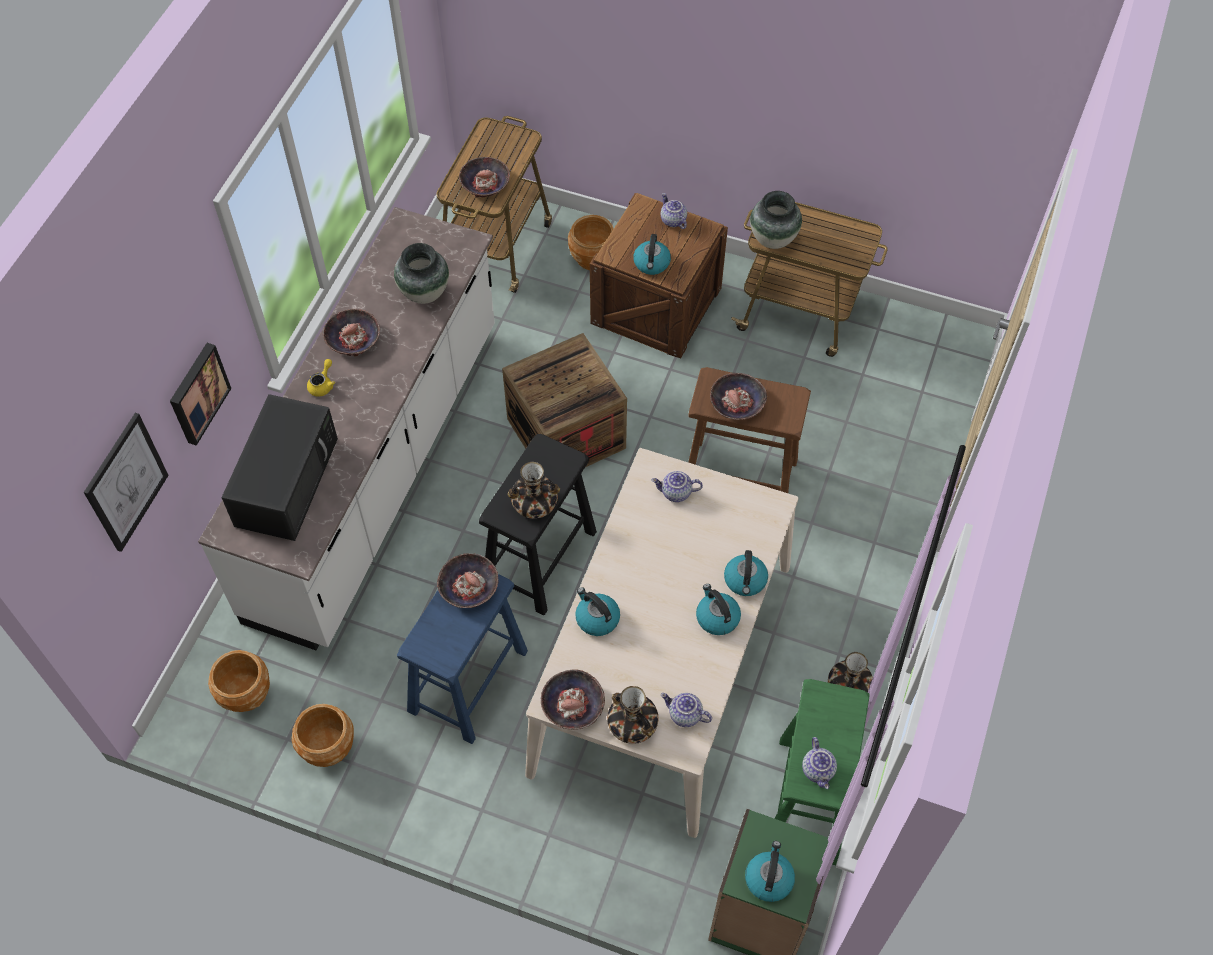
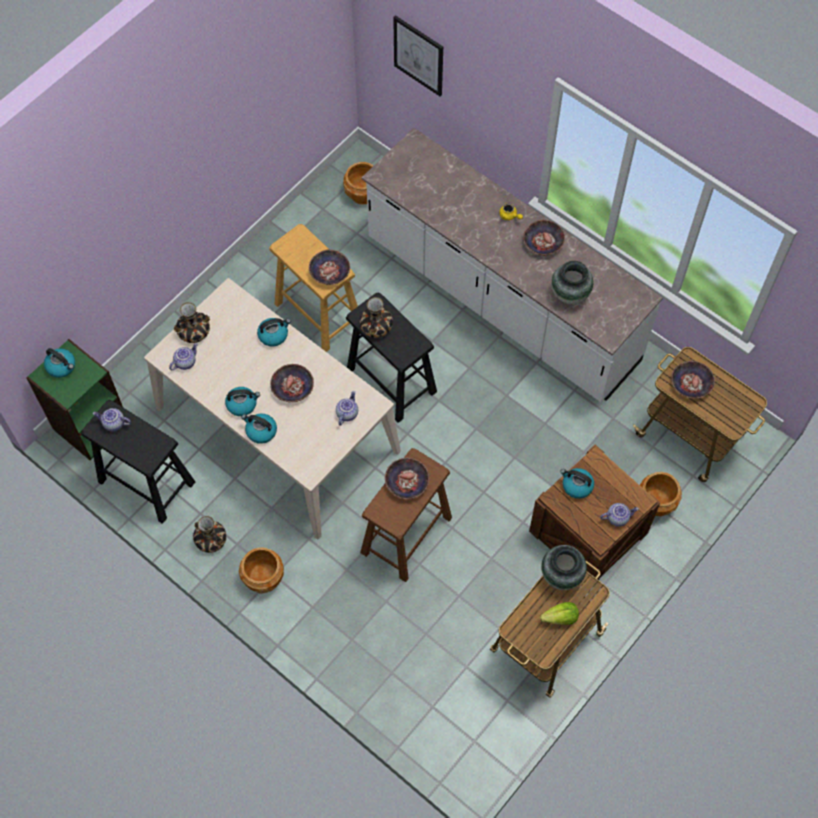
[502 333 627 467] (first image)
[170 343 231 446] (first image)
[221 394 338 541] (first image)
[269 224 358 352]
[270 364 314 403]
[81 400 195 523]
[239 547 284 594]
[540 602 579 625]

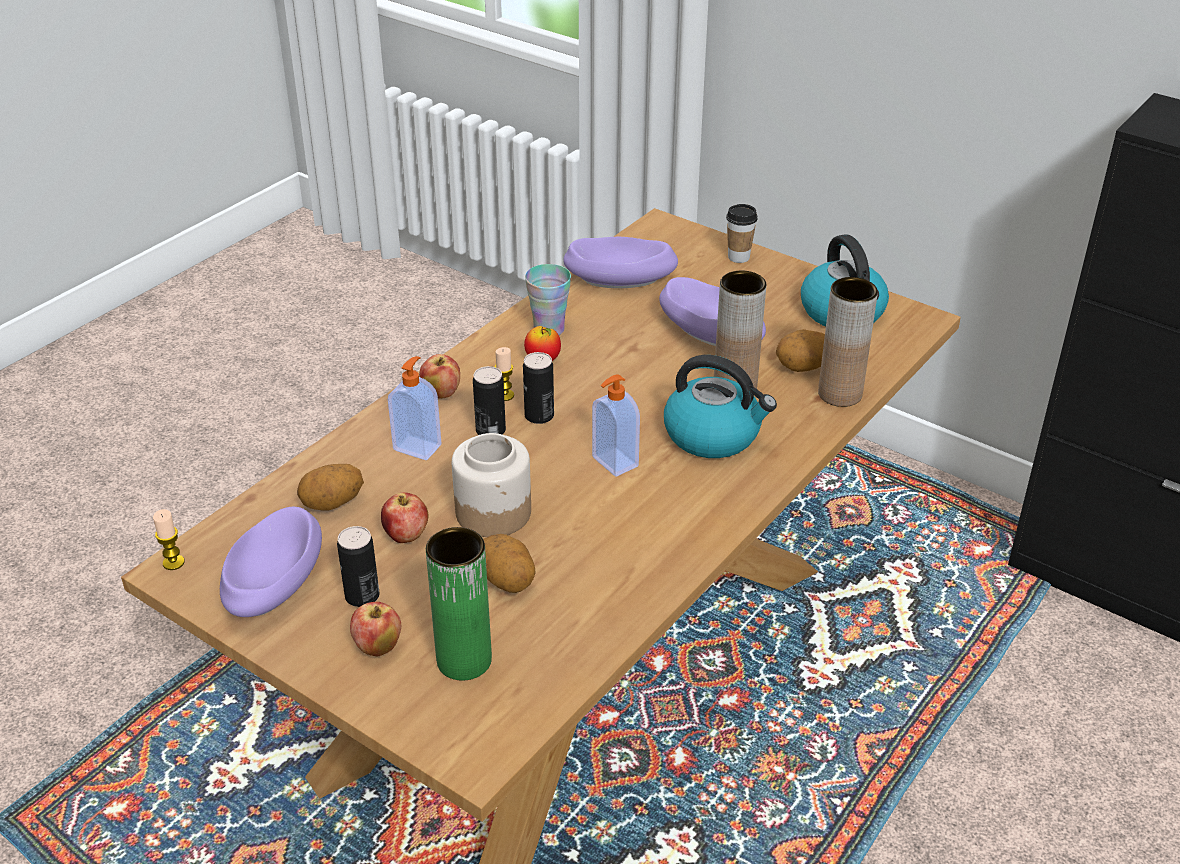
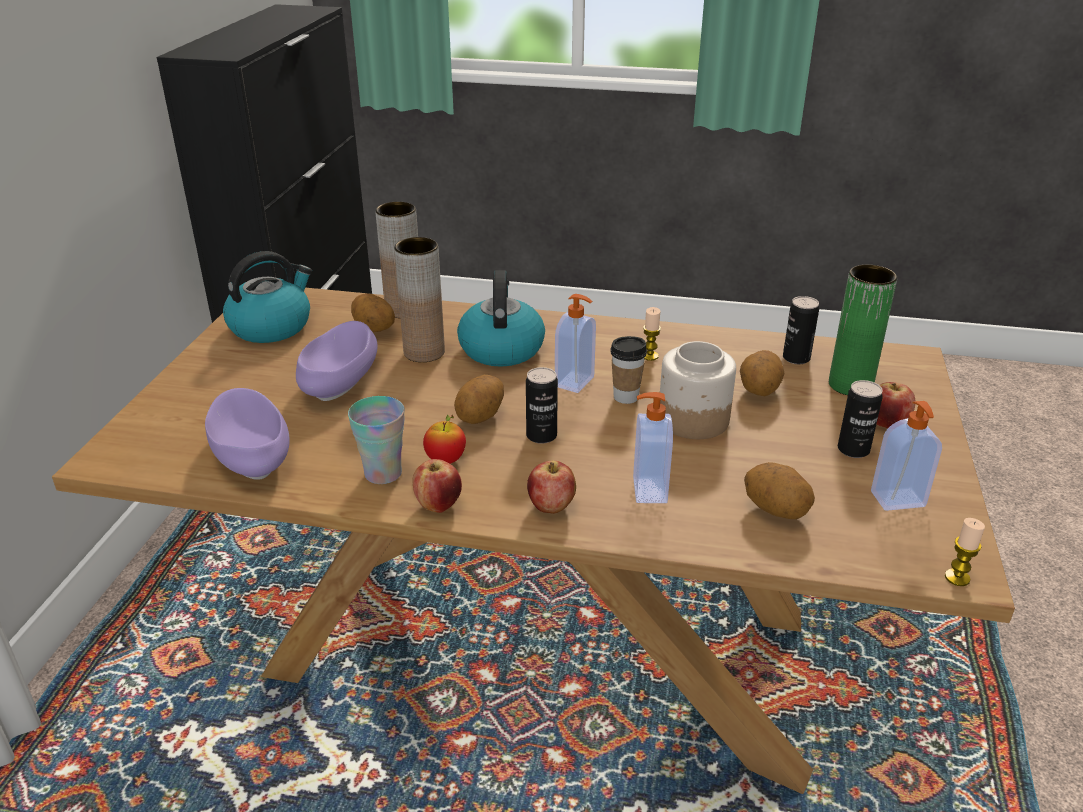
[611 336 647 404]
[643 307 661 361]
[783 296 819 364]
[413 459 462 513]
[871 401 942 511]
[454 375 504 424]

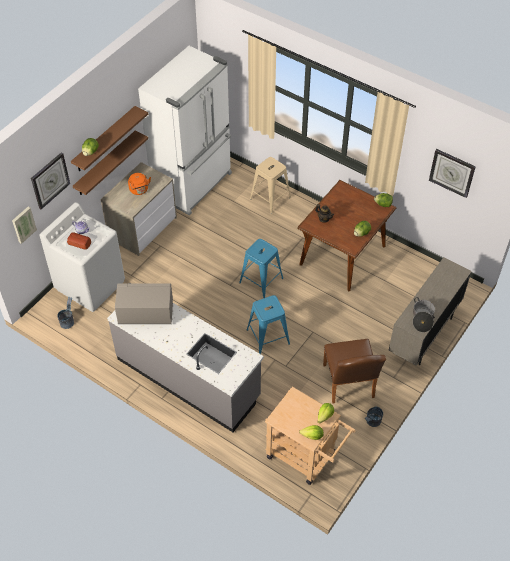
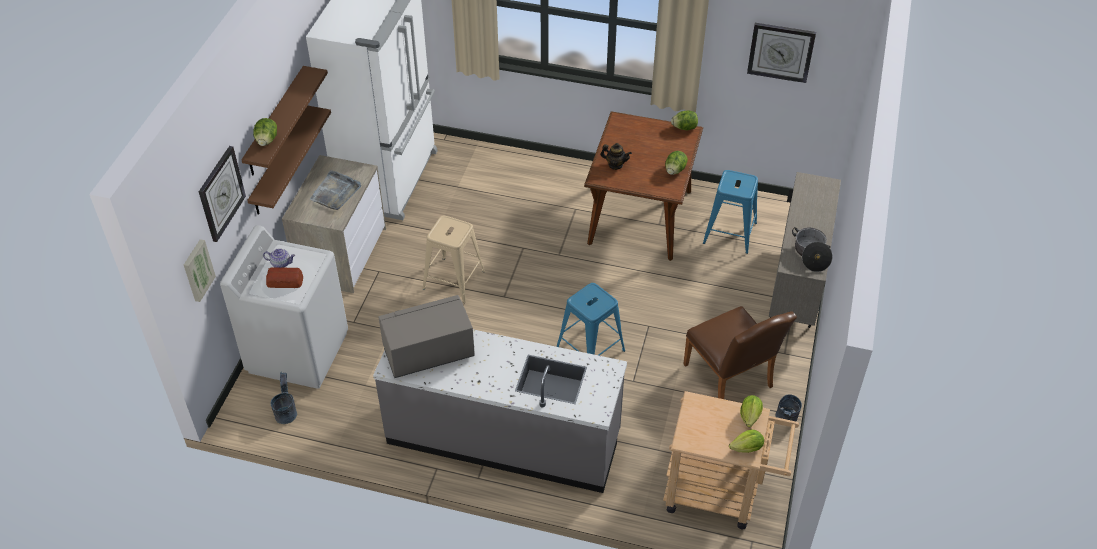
[423 215 485 303]
[309 170 361 210]
[703 170 758 254]

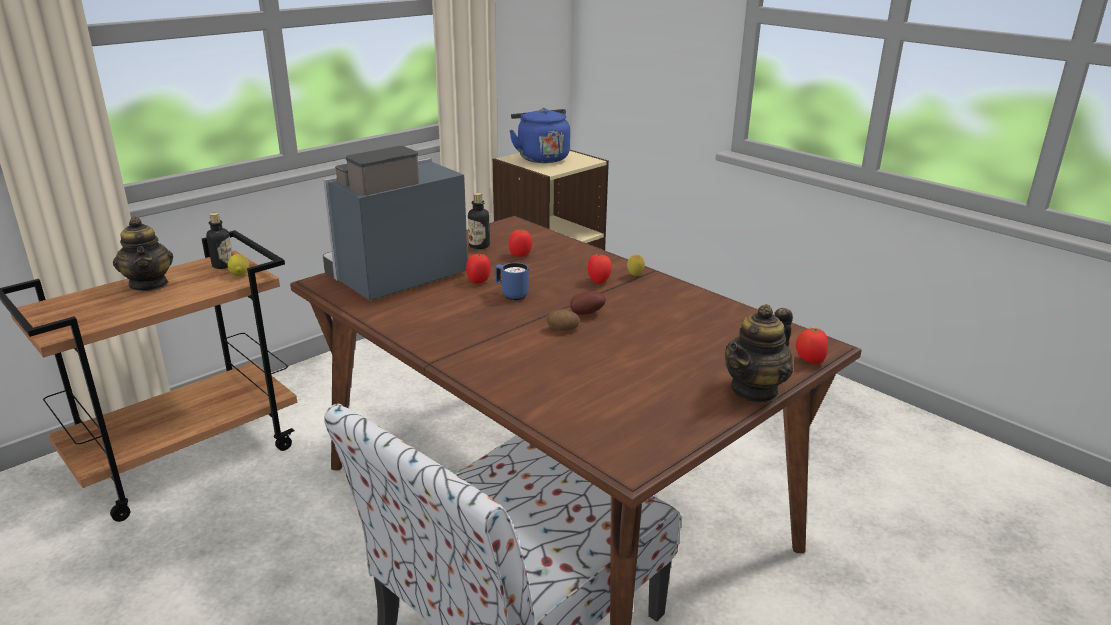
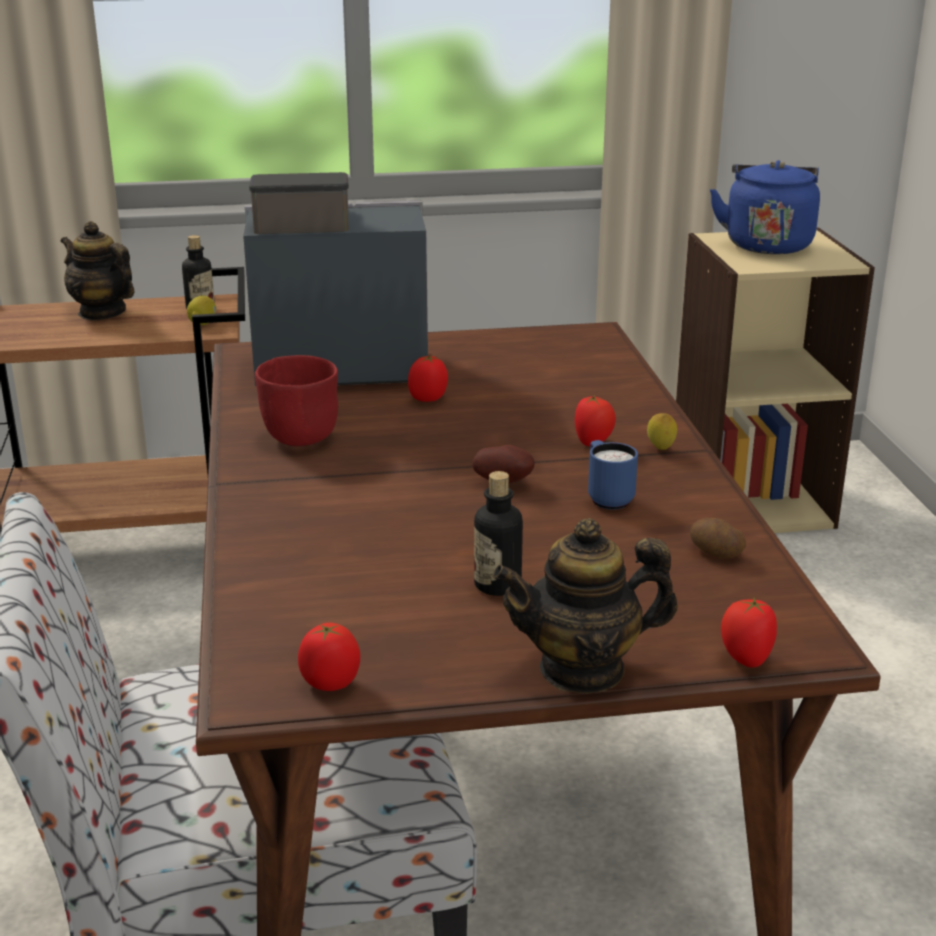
[474 471 523 596]
[61 221 134 320]
[298 623 360 691]
[588 440 638 510]
[690 518 746 558]
[255 355 338 446]

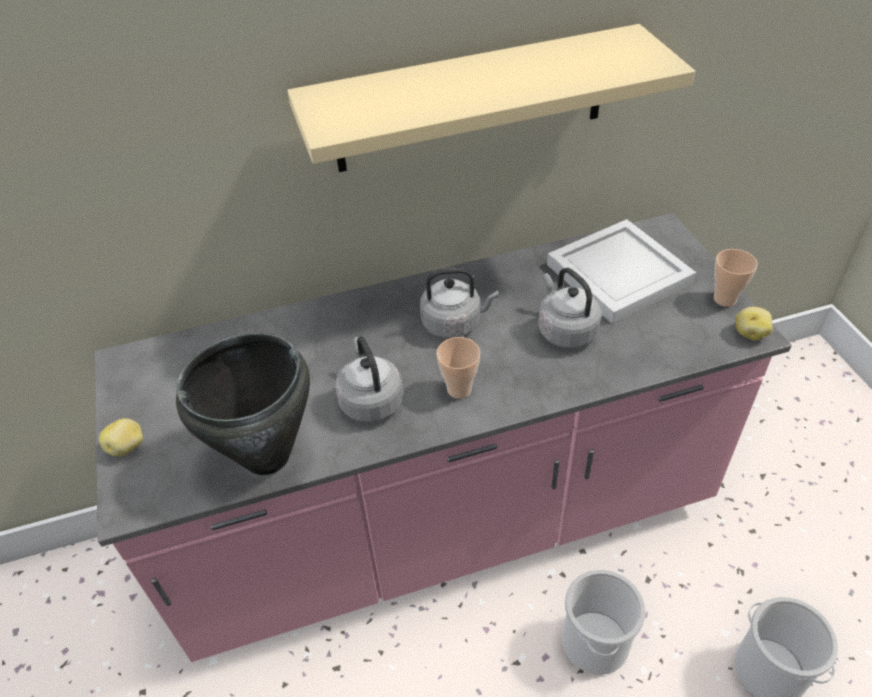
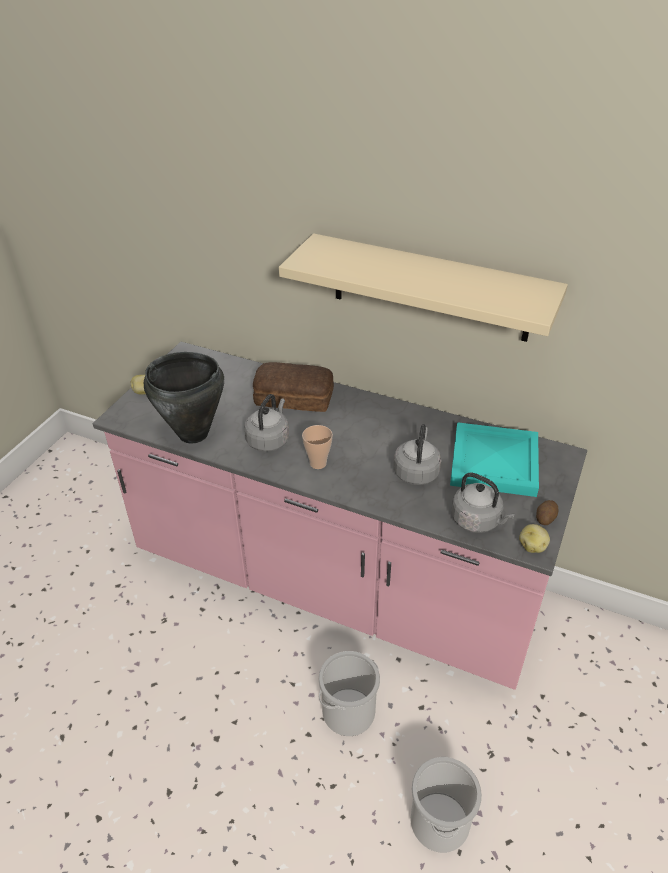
[450 422 539 497]
[536 500 559 525]
[451 472 515 533]
[253 362 334 412]

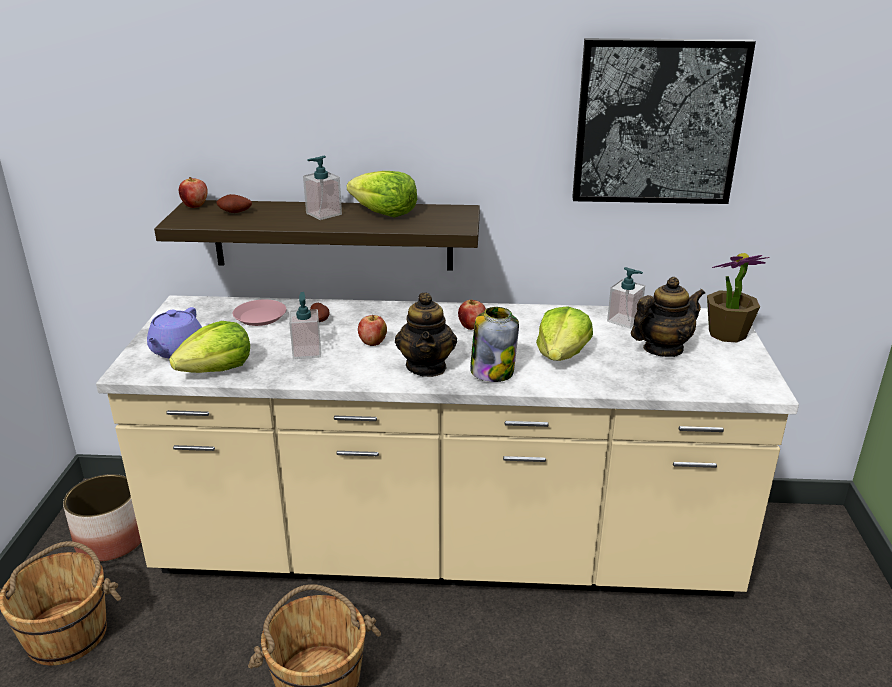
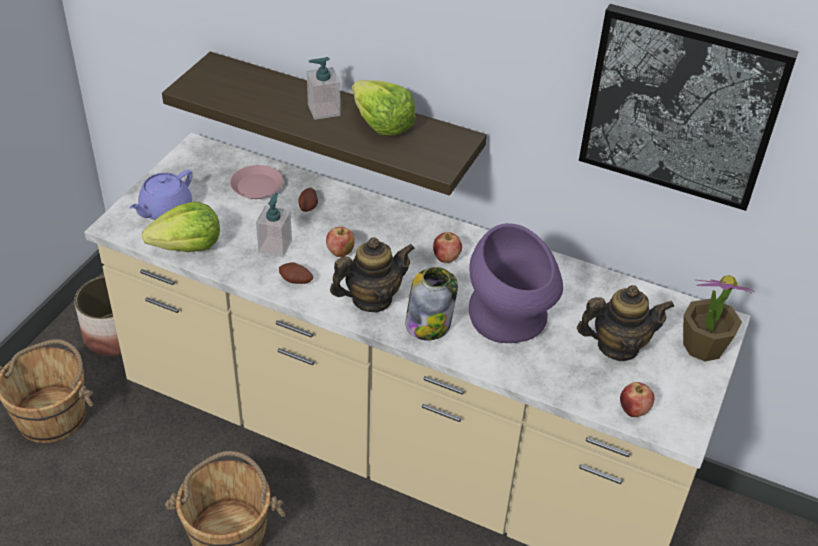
[620 382 654 417]
[279 262 313 284]
[607 267 645 328] (first image)
[330 237 415 312]
[469 223 563 343]

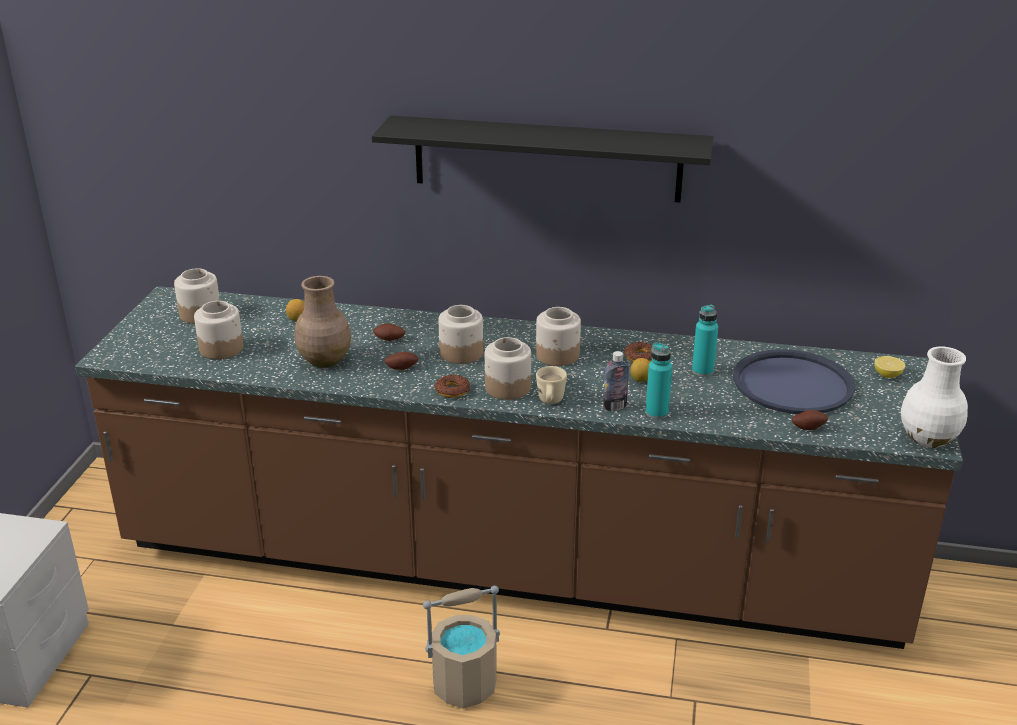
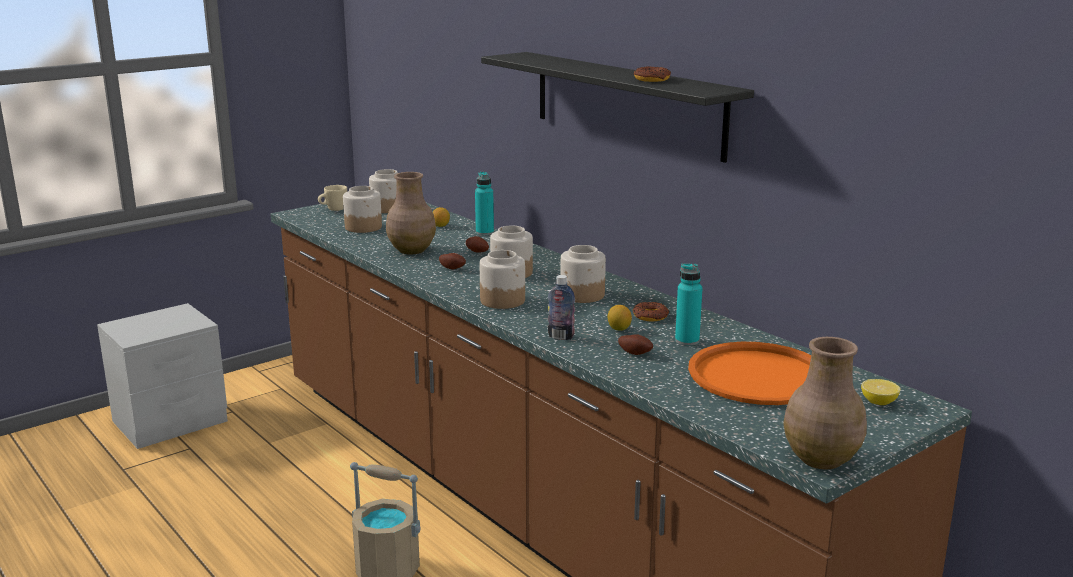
[475 172 494 235]
[784 337 867 469]
[688 342 811 405]
[318 185 347 211]
[634 66 671 82]
[618 334 653 355]

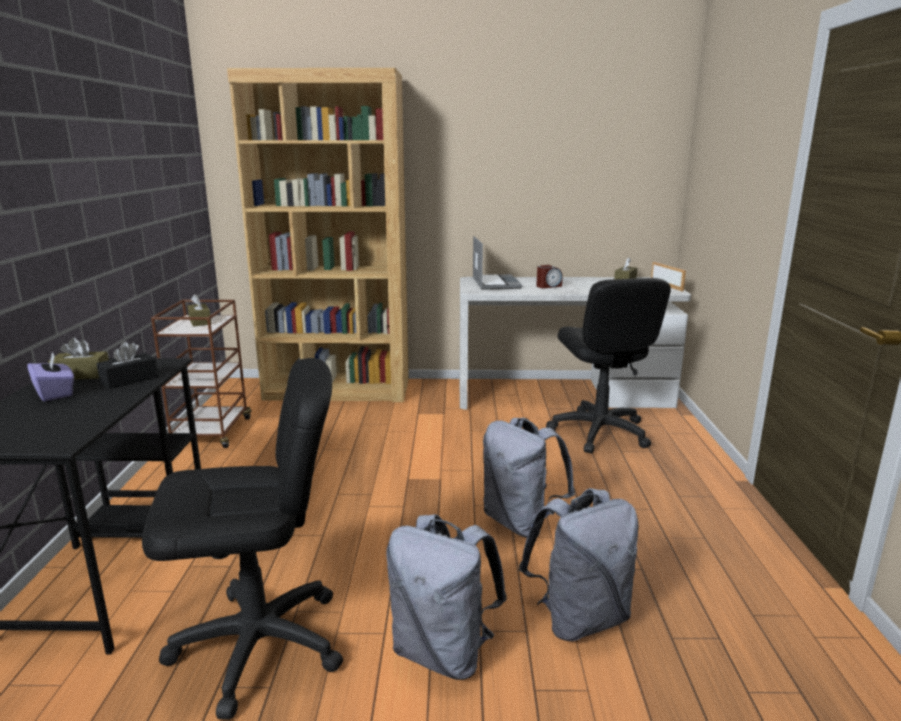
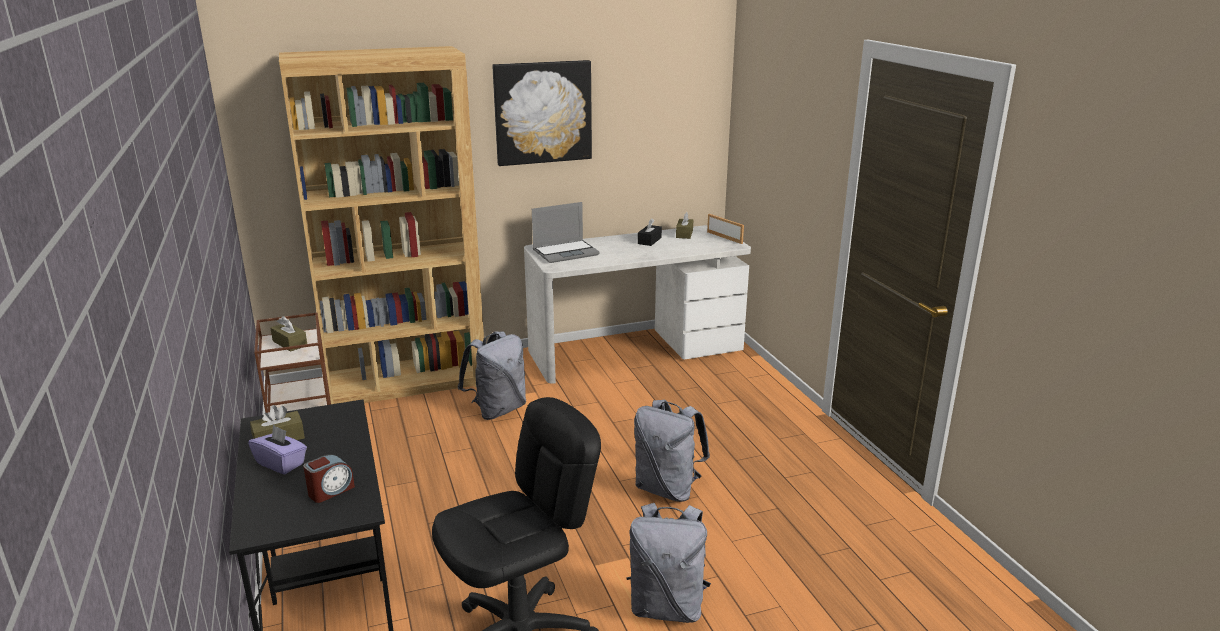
[532 202 600 263]
[303 454 355 503]
[546 278 671 453] (first image)
[638 218 662 246]
[458 331 526 420]
[492 60 592 166]

